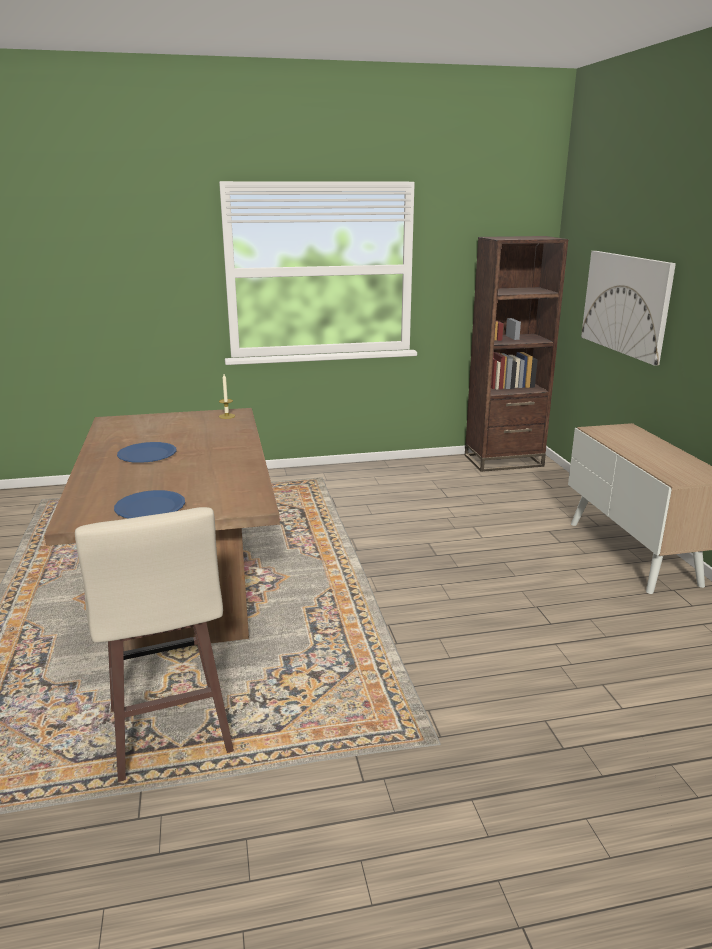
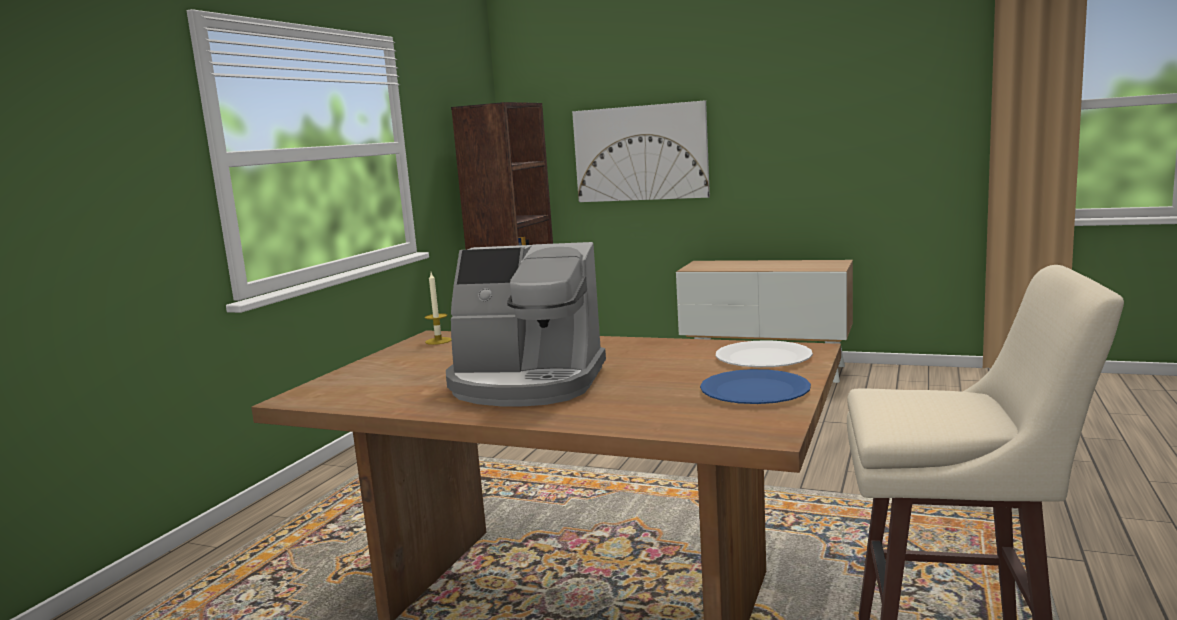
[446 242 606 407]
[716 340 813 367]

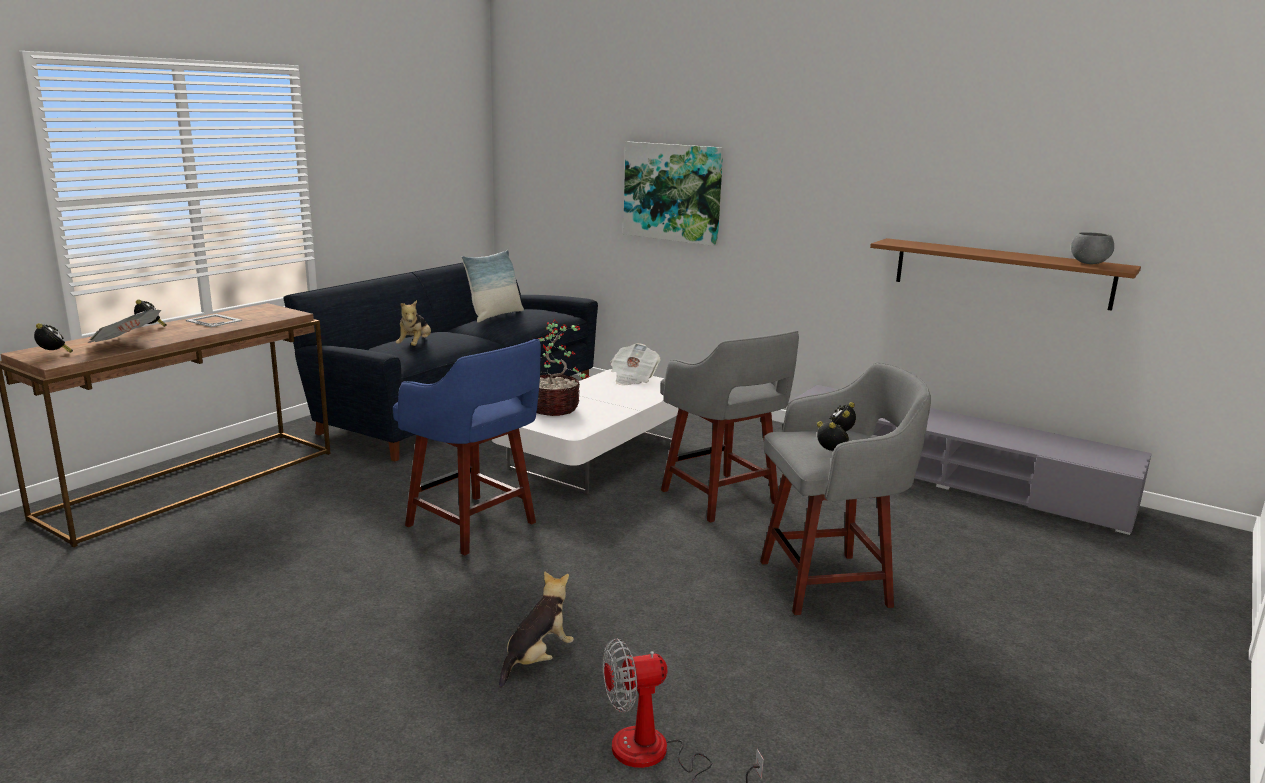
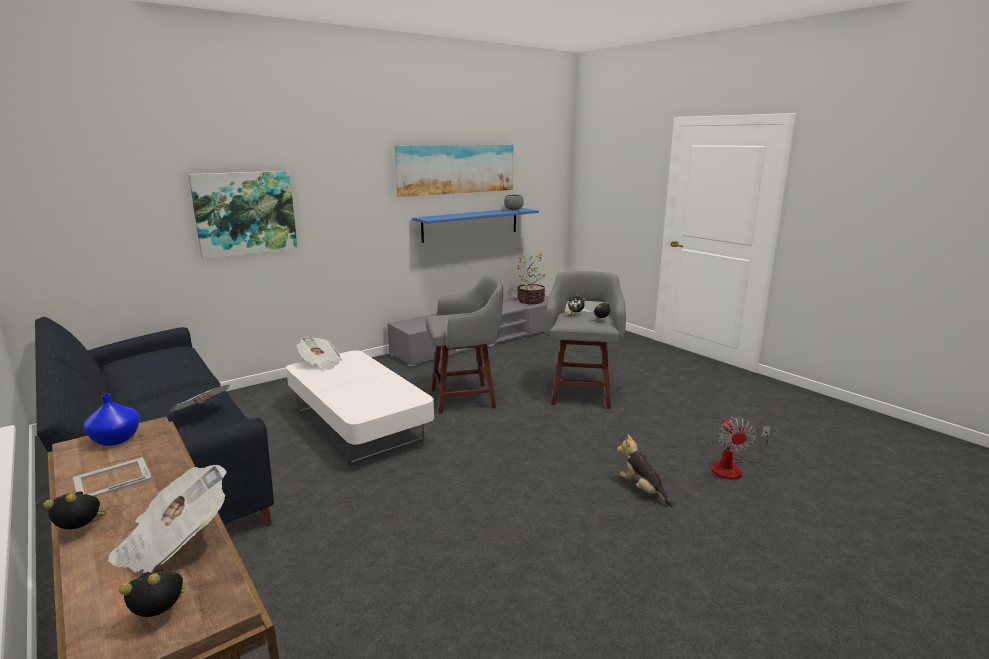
[412 208 539 243]
[461 250 524 323] (first image)
[170 385 229 412]
[517 254 545 304]
[393 339 541 555] (first image)
[394 145 513 197]
[84 394 140 446]

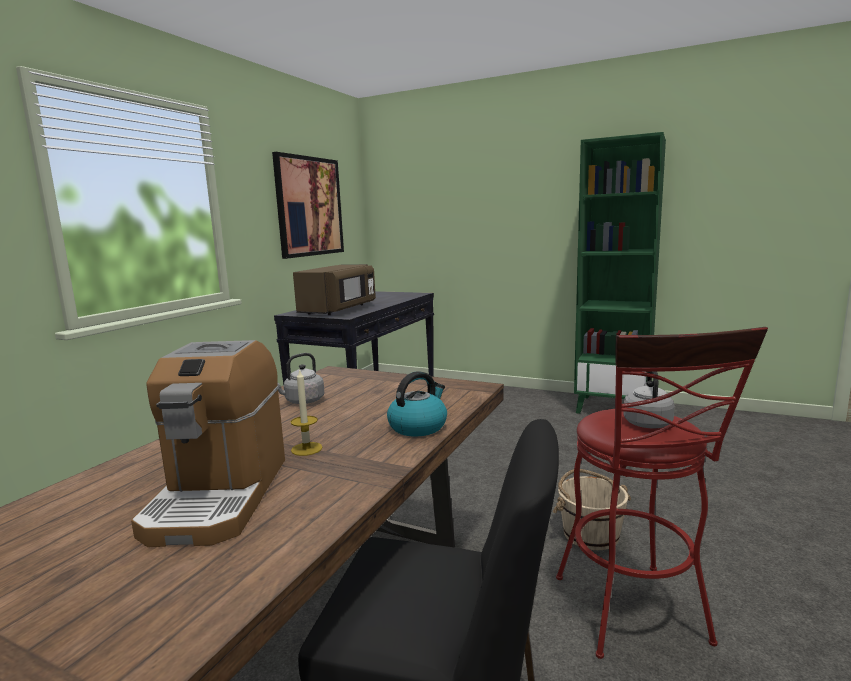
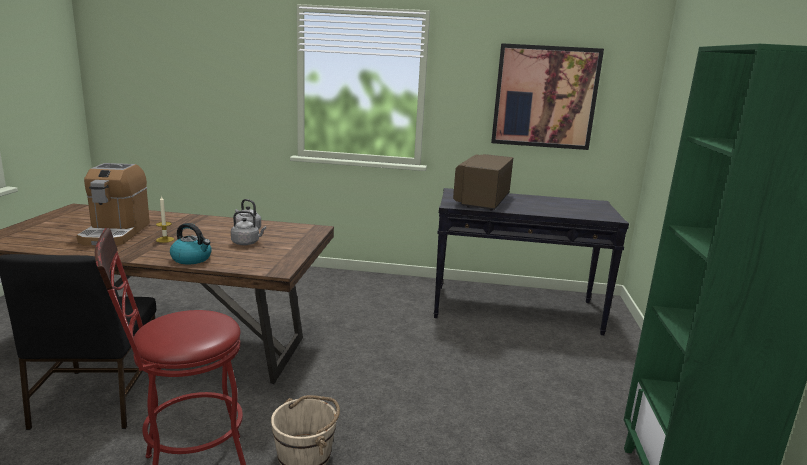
[453 154 513 211]
[77 163 150 246]
[231 211 266 245]

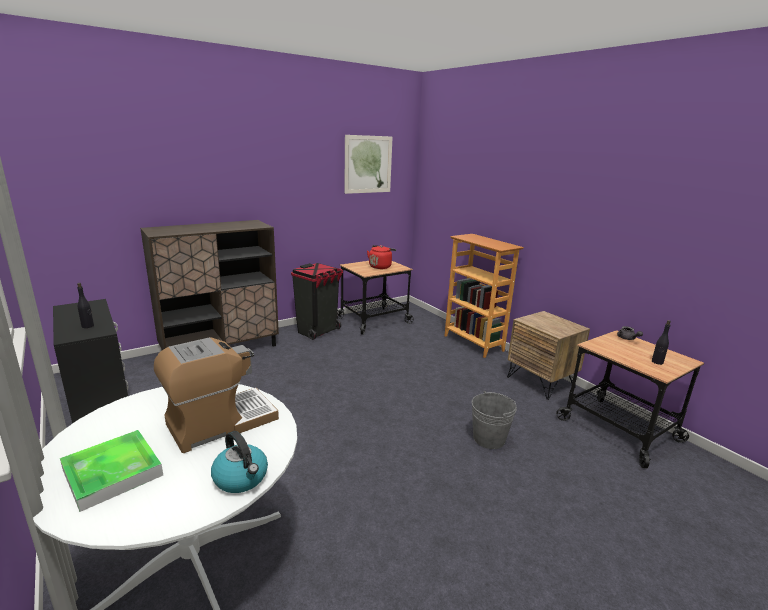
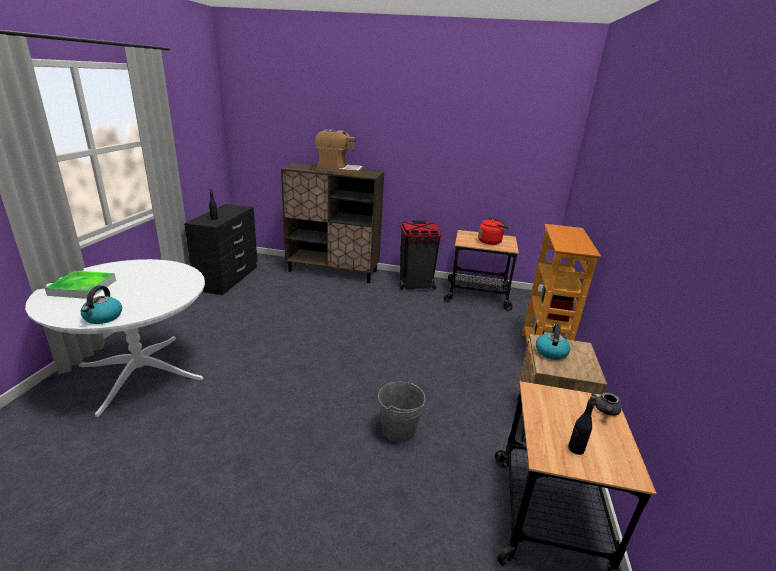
[344 135 393 194] (first image)
[315 129 363 175]
[536 324 570 360]

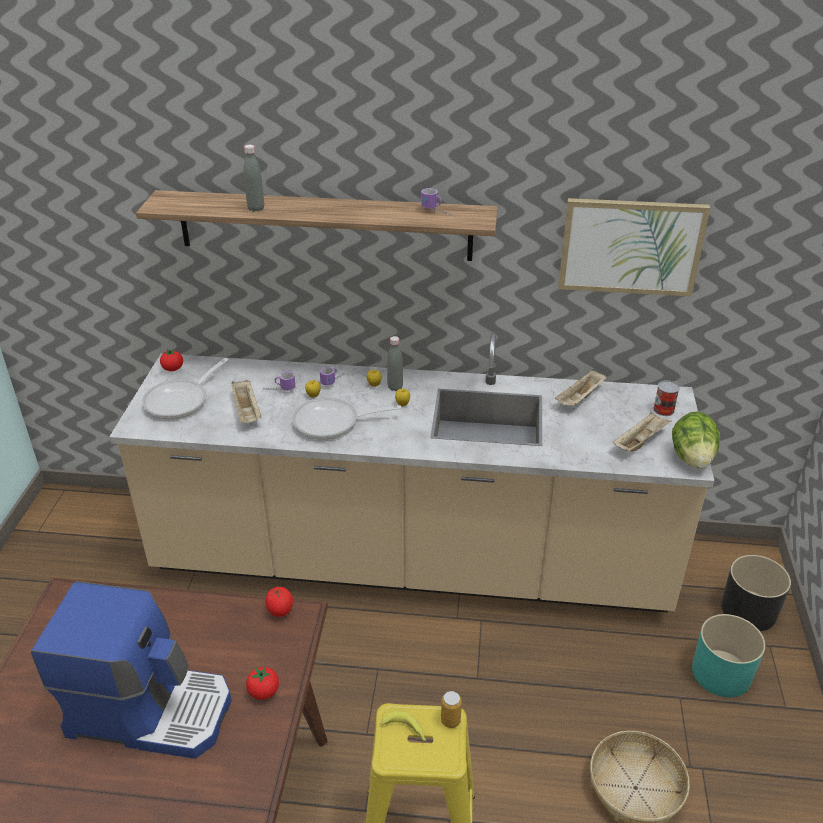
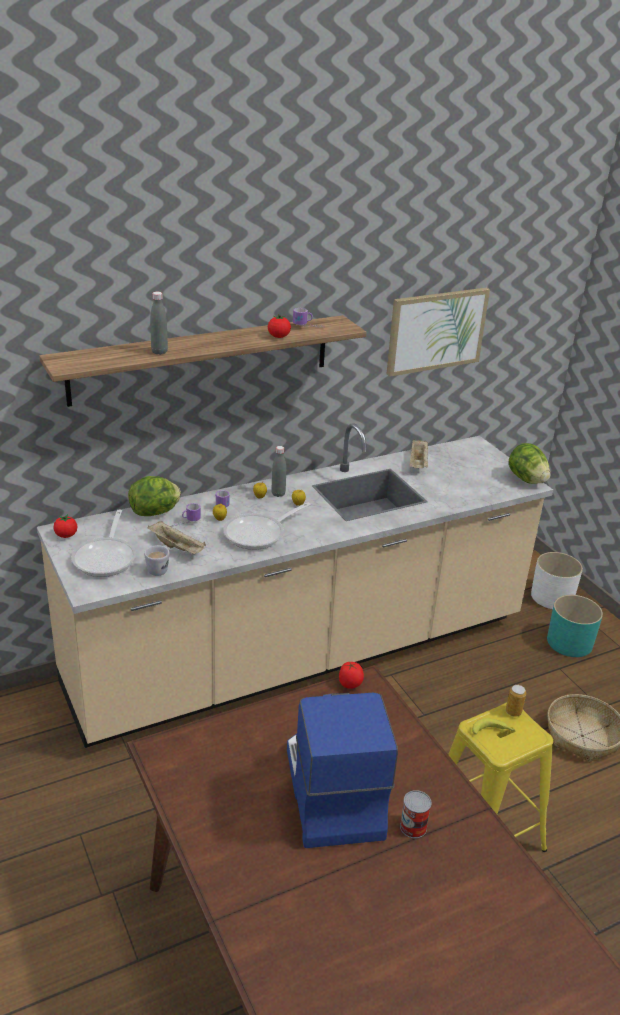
[400 790 431 838]
[613 412 672 452] (first image)
[531 552 583 609]
[287 693 398 848]
[268 314 291 338]
[128 476 181 516]
[144 545 170 576]

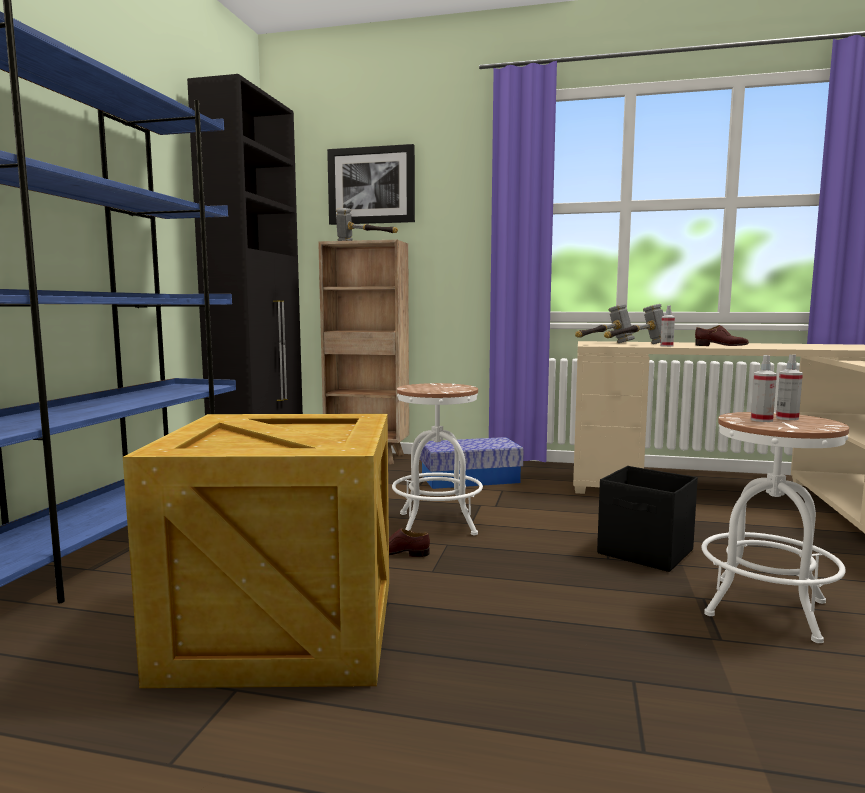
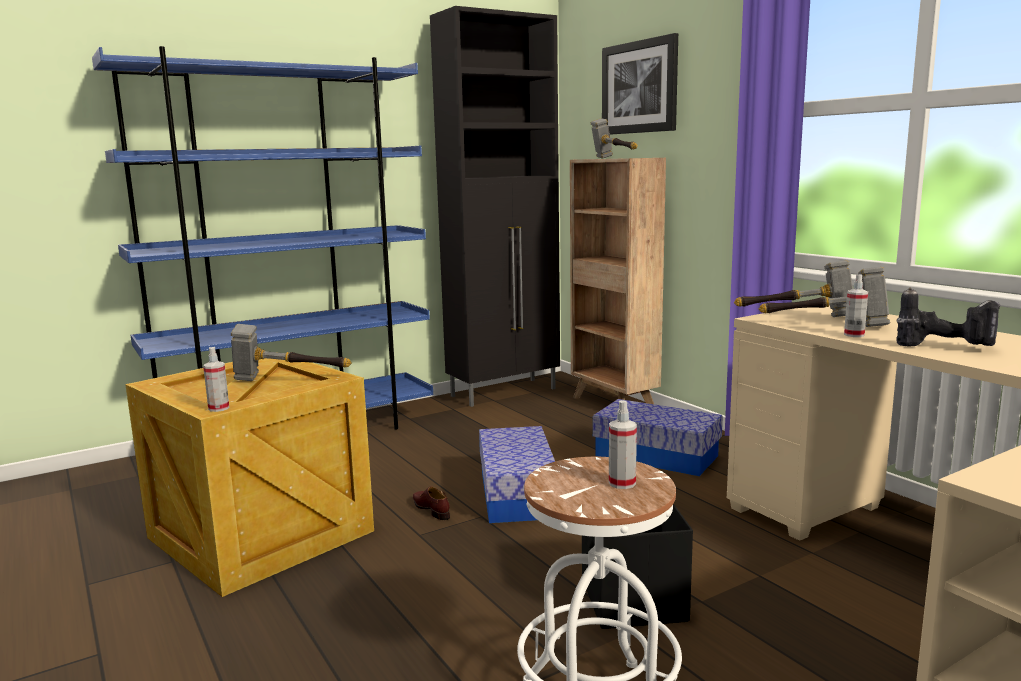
[897 288 1001 346]
[203 347 229 412]
[479 426 555 523]
[231 324 352 381]

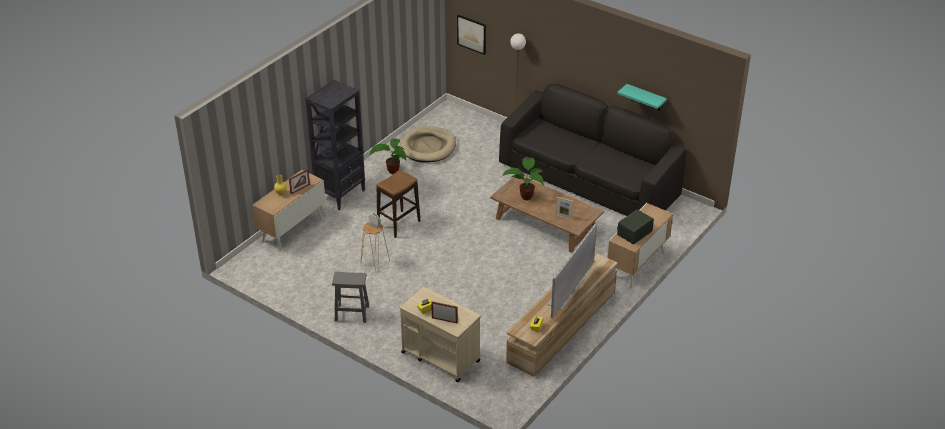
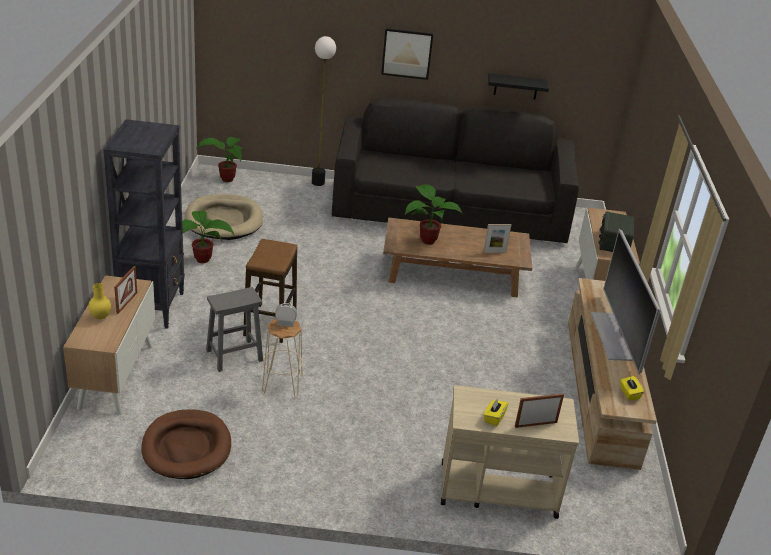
[381 28 433 80]
[488 73 549 100]
[206 287 263 372]
[196 137 245 182]
[141 410 231 479]

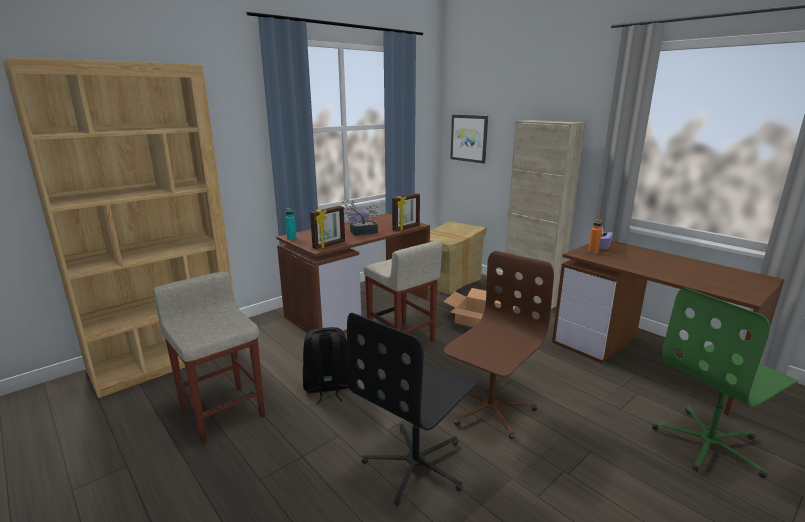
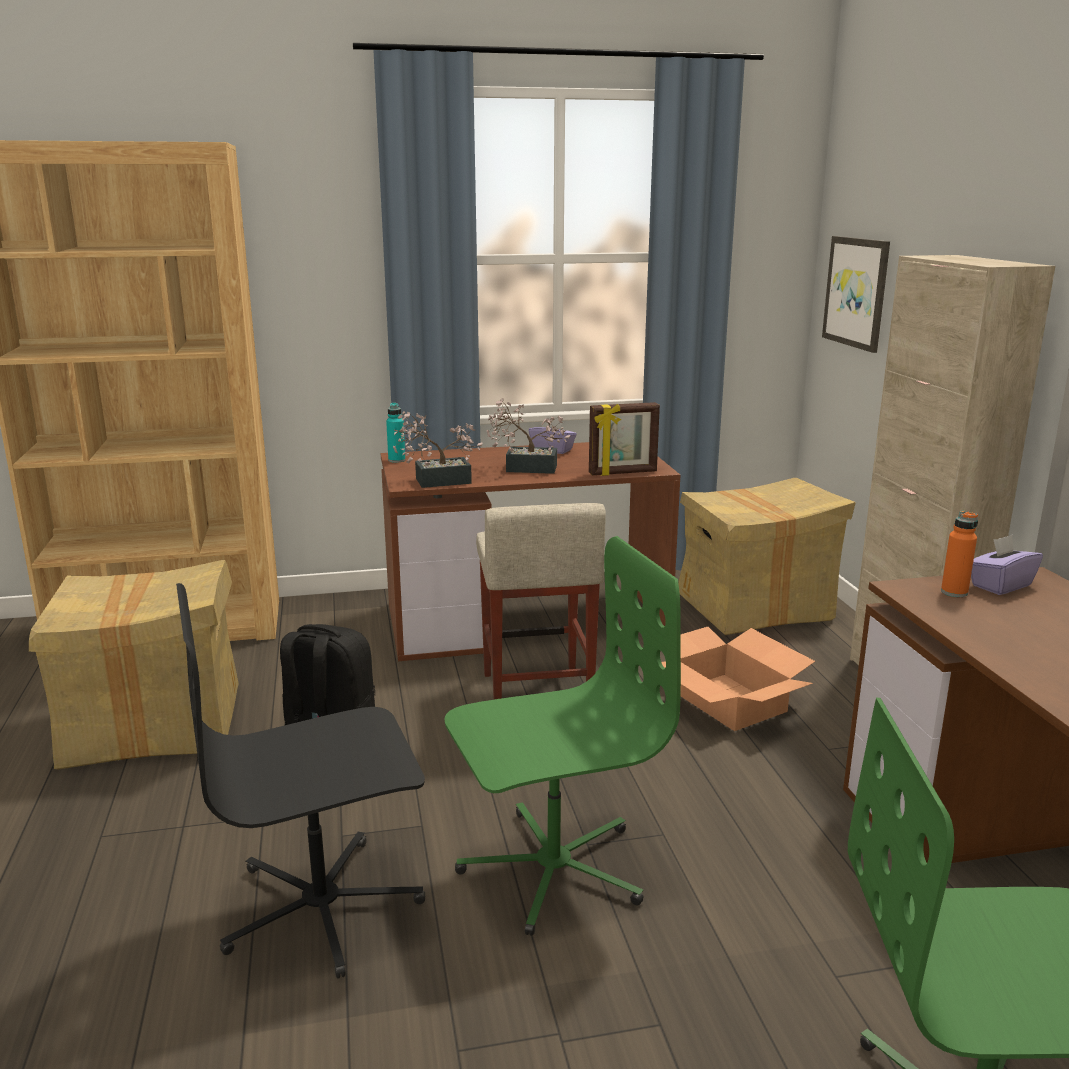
[393 411 482 488]
[445 536 681 936]
[29 560 239 770]

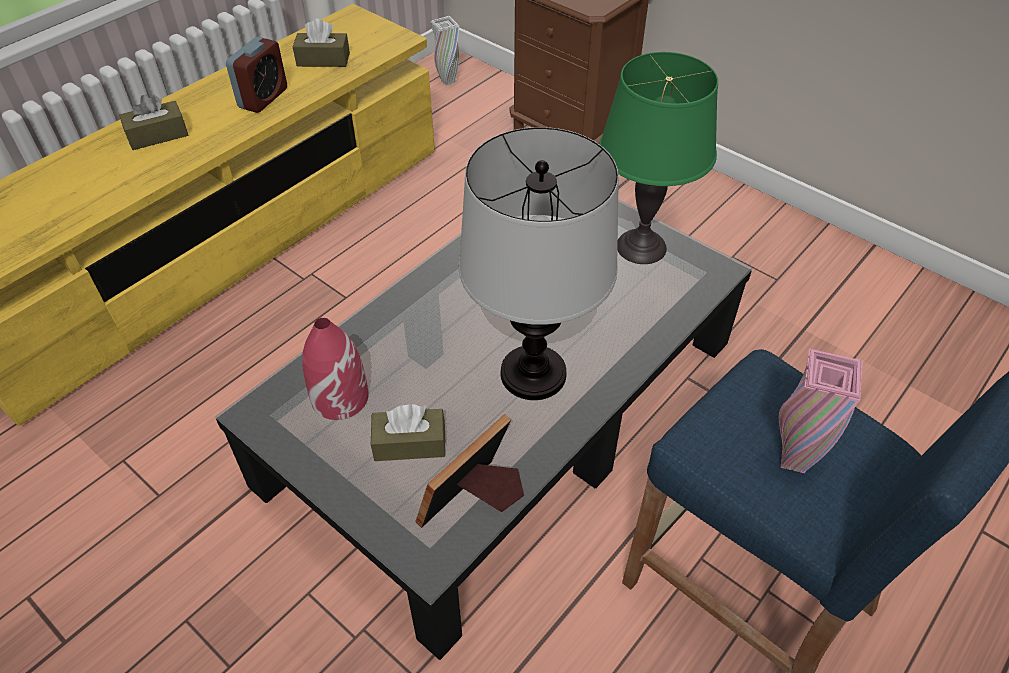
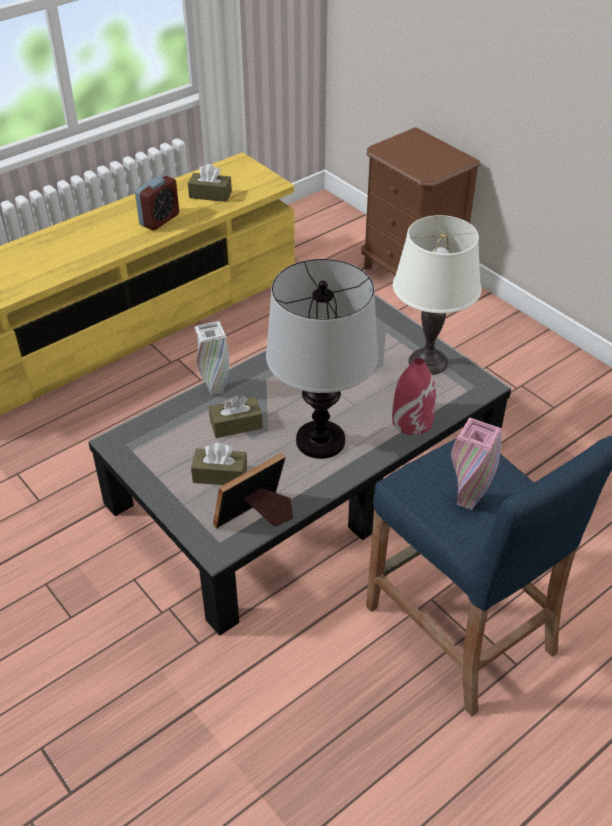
[194 321 229 395]
[393 215 481 375]
[209 396 263 438]
[392 358 436 435]

